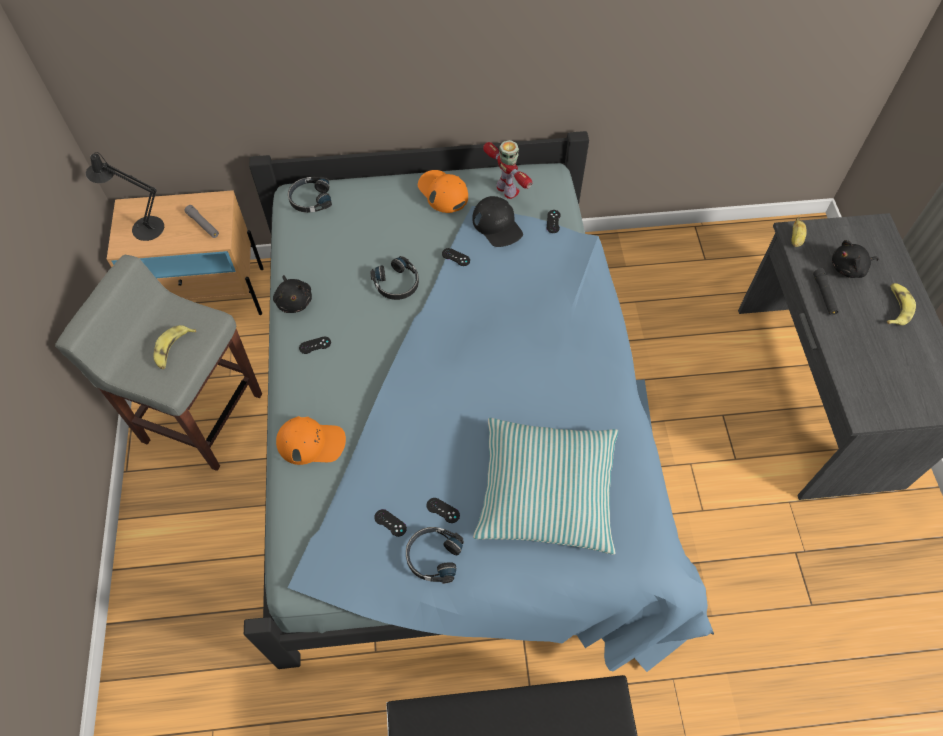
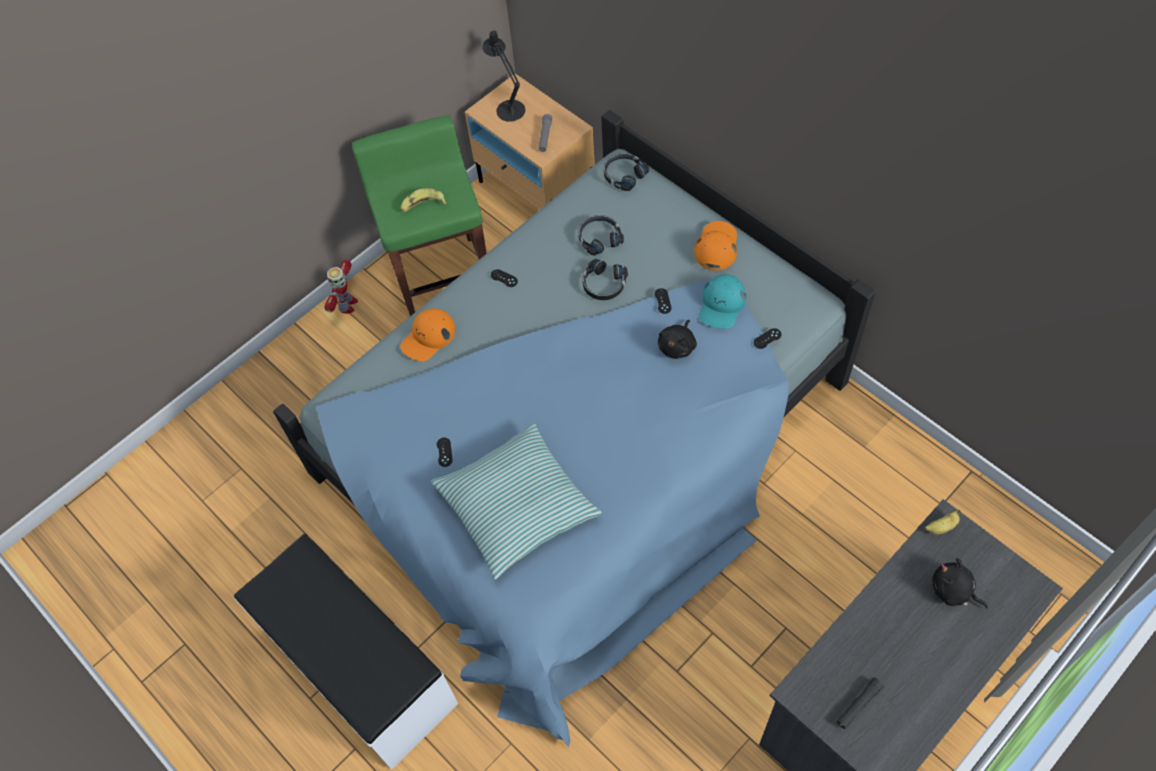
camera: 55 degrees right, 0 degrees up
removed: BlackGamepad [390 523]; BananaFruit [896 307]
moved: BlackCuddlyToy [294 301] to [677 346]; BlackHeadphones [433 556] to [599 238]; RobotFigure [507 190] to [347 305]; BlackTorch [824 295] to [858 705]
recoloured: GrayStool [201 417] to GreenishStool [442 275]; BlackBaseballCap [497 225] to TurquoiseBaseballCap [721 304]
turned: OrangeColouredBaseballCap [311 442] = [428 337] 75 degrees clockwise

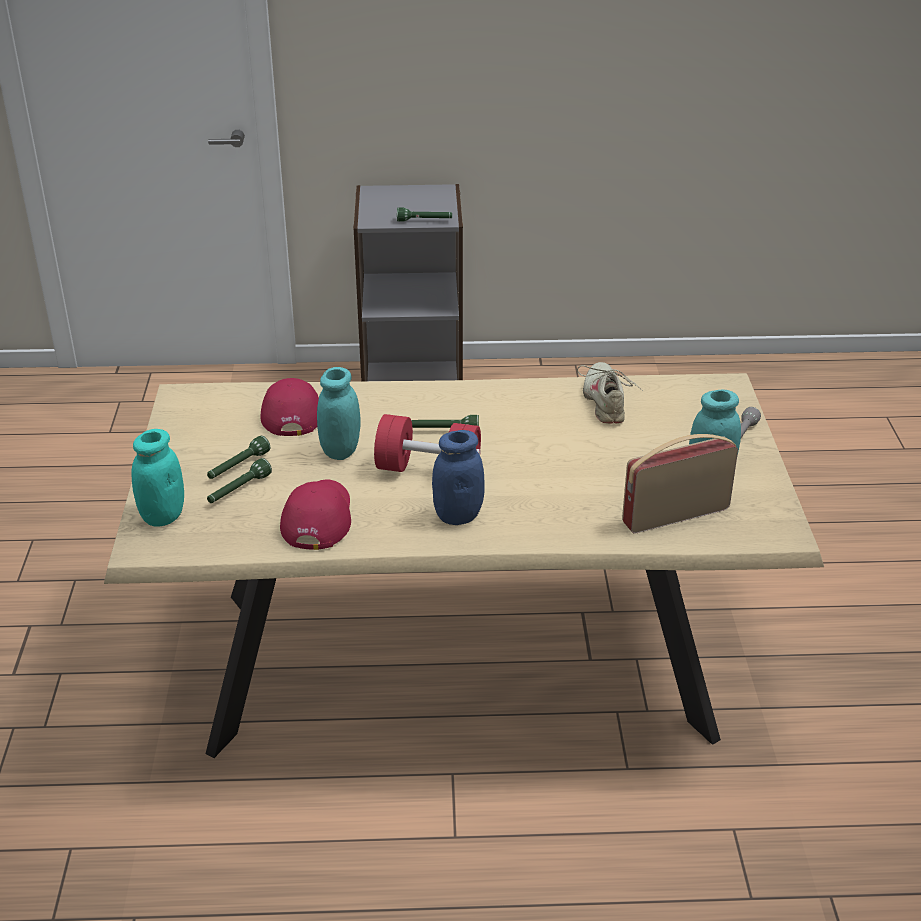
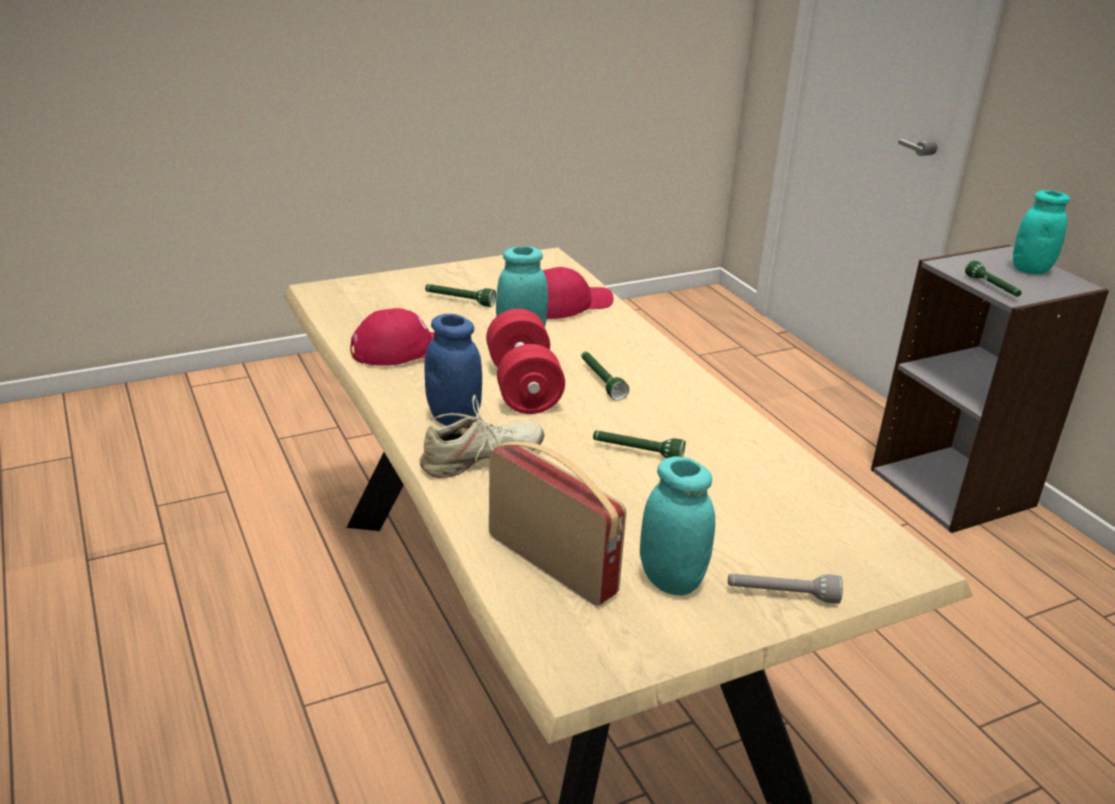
camera: 65 degrees right, 5 degrees down
moved: TurquoisePreserveJar [162 516] to [1030 269]; GreenishTorch [238 490] to [637 453]; SandColouredItemOfFootwear [606 401] to [481 460]

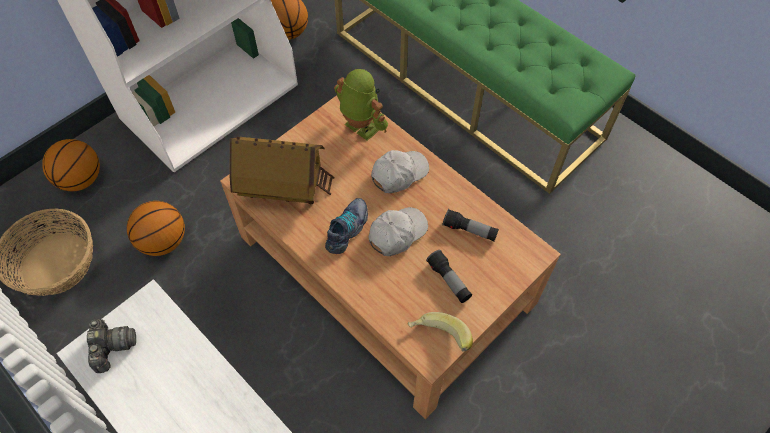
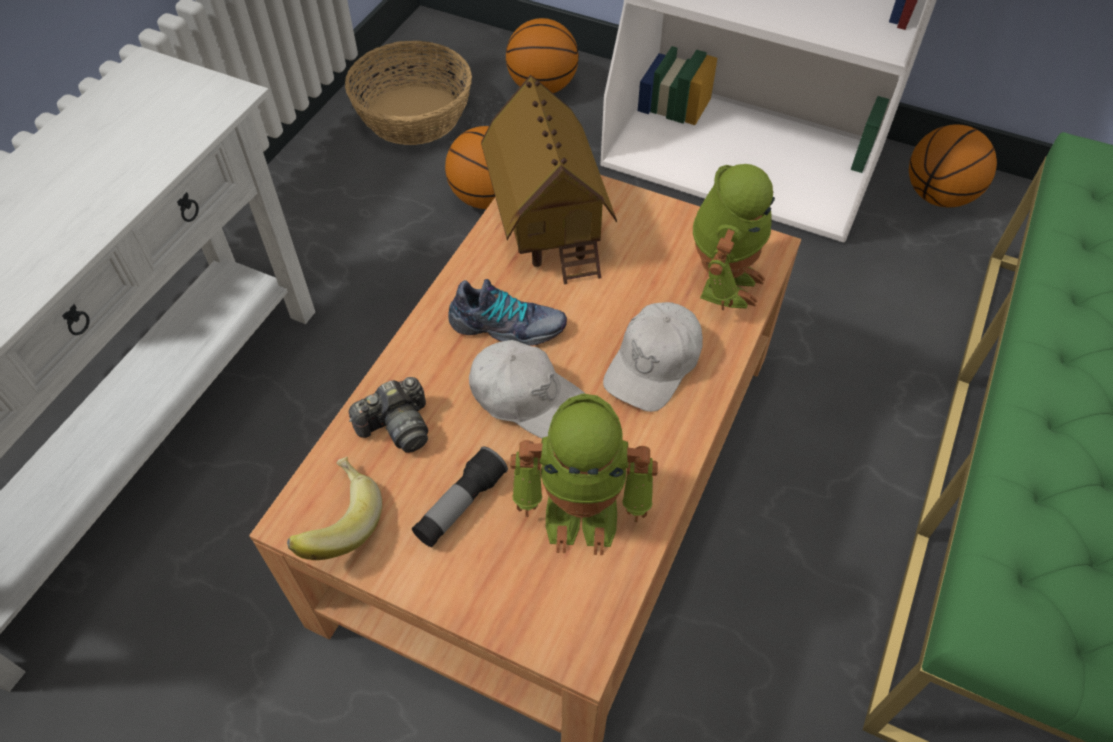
camera: 70 degrees right, 5 degrees down
moved: PhotoCamera [112 347] to [397 427]
replaced: Torch [469 230] to RobotFigure [582 511]
turned: WhitishBaseballCap [399 174] = [654 364] 90 degrees clockwise

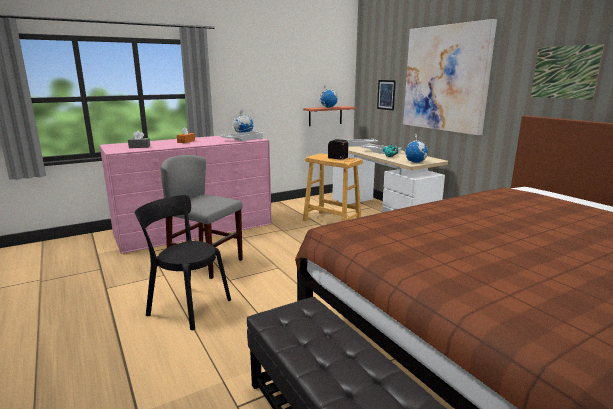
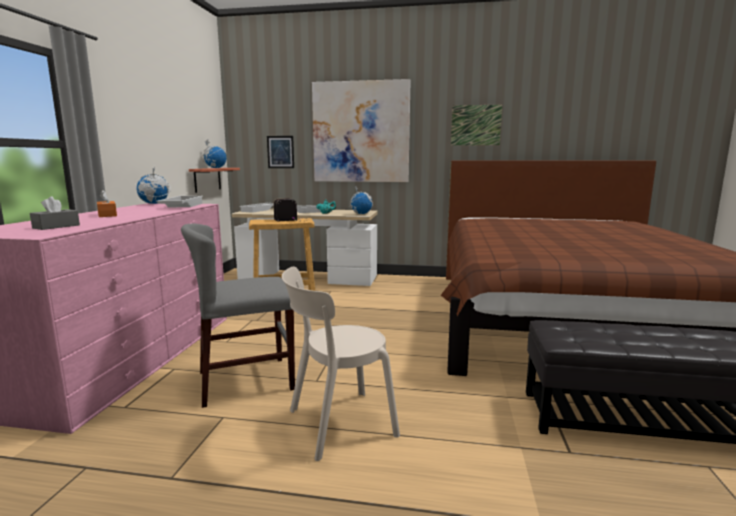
camera: 50 degrees left, 5 degrees down
recoloured: BlackChair [186 306] to SandColouredChair [336 424]

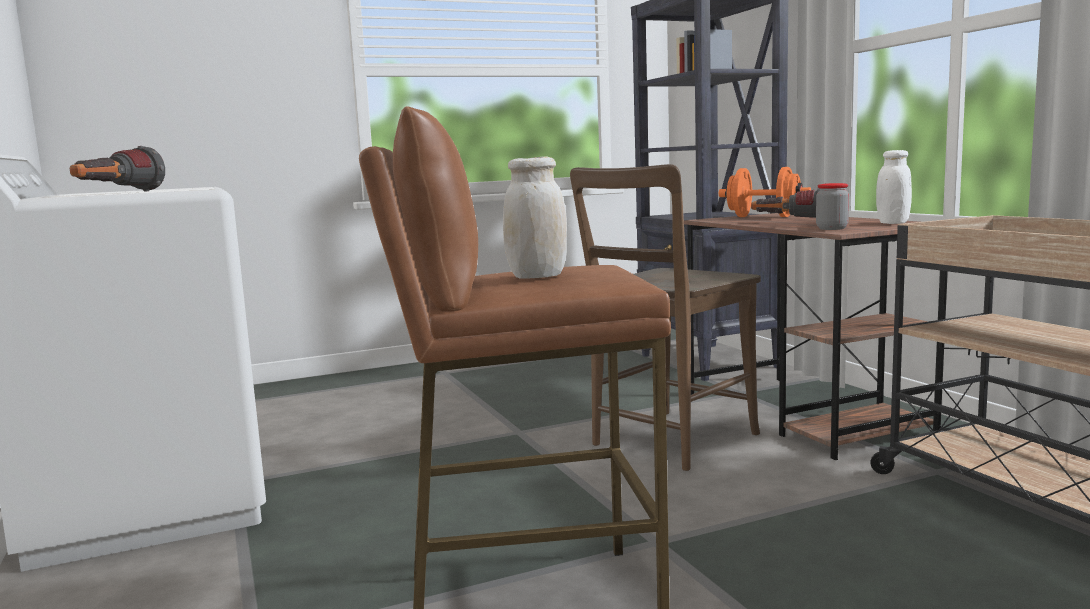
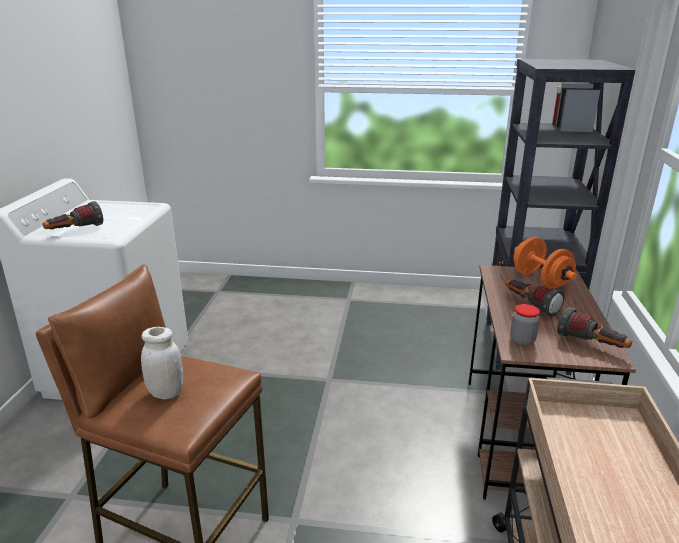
camera: 30 degrees right, 15 degrees up
removed: BrownColouredChair [669 442]
replaced: WhitishPreserveJar [892 223] to Torch [591 345]

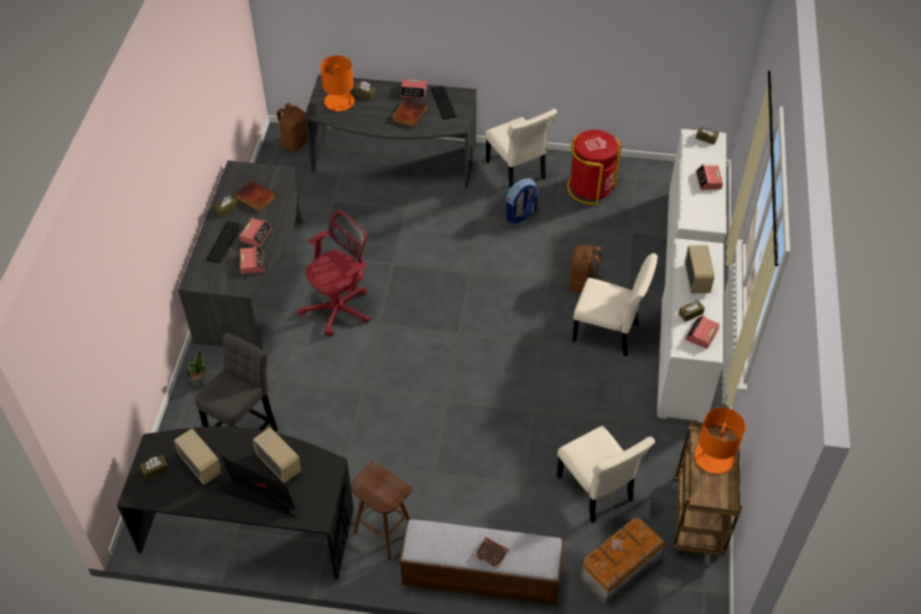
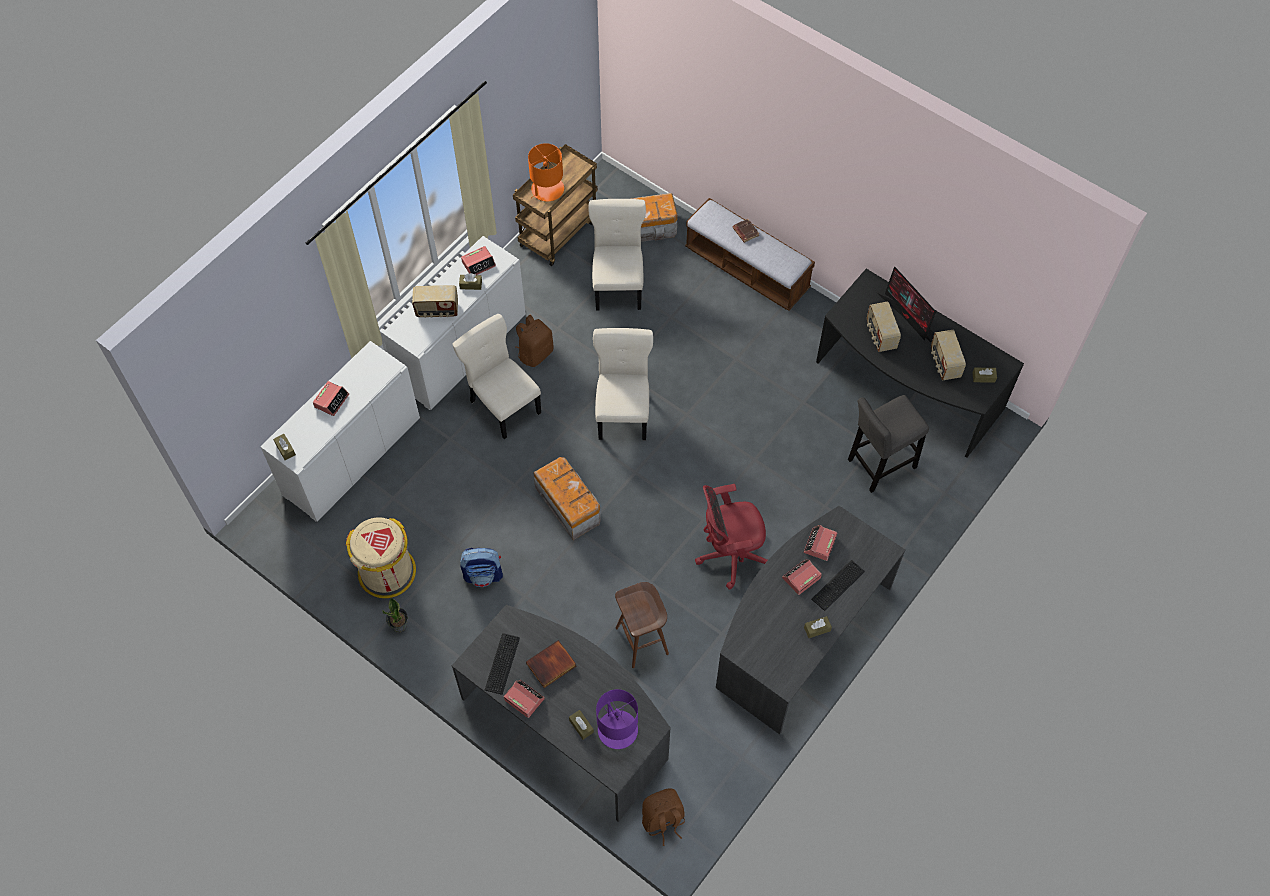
camera: 150 degrees left, 10 degrees up
removed: BoundBook [255 198]
added: StorageBox [568 504]
moved: PlantInAPot [199 382] to [399 625]; BrownColouredStool [383 532] to [642 641]; SandColouredChair [517 172] to [623 412]; BrownColouredRucksack [583 282] to [535 353]
recoloured: OrangeColouredLampForATable [340 102] to PurpleLampForATable [617 729]; RedColouredRubbishBin [590 187] to SandColouredRubbishBin [387 572]
turned: RadioSet [697 279] = [437 310] 120 degrees counterclockwise

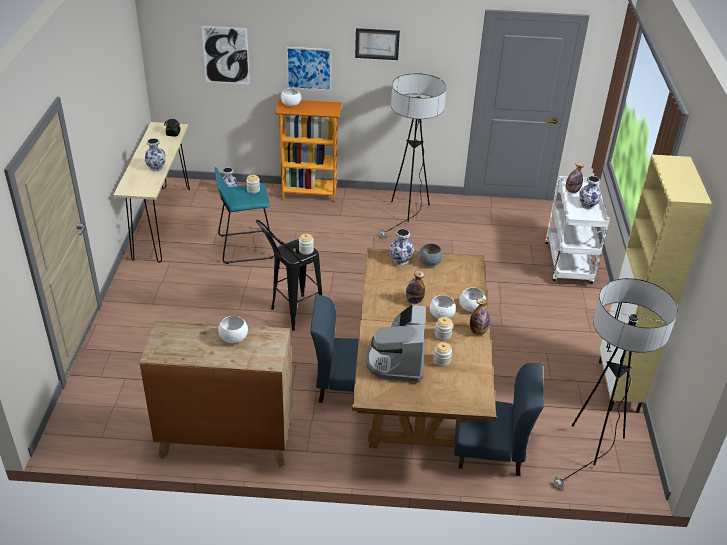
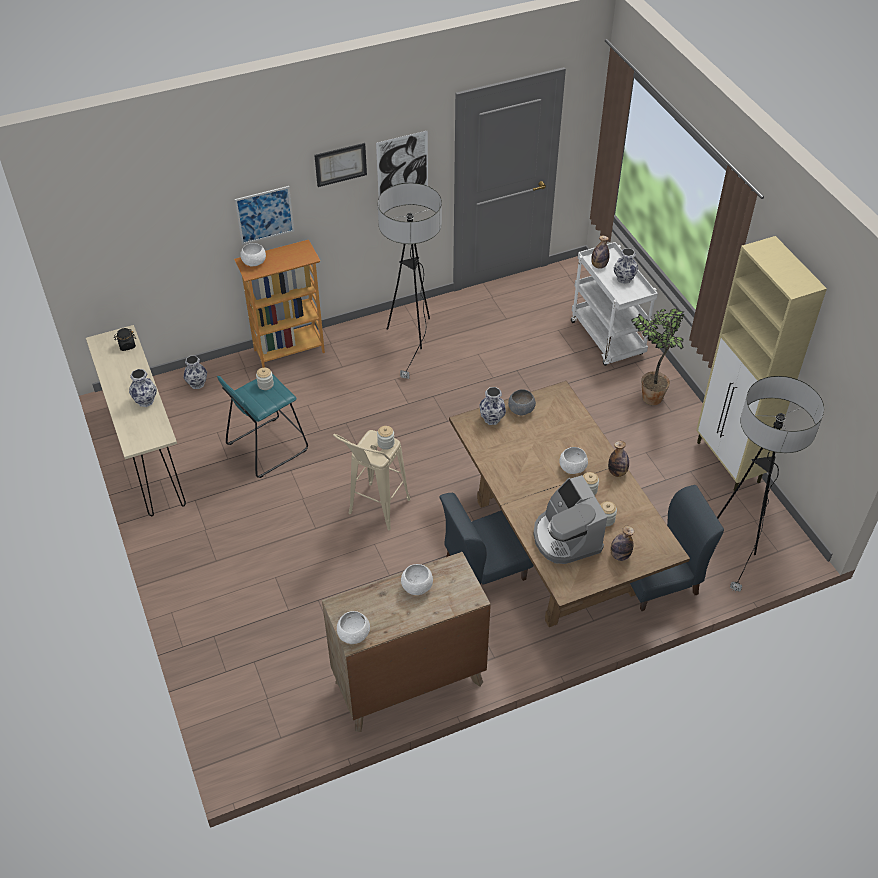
camera: 25 degrees left, 10 degrees up
added: PlantInAPot [650 395]
moved: Picture [226 55] to [402 167]; BeverageBottle [414 301] to [619 555]; WhitishBowl [471 307] to [353 634]
recoloured: BlackStool [290 316] to SandColouredStool [374 513]

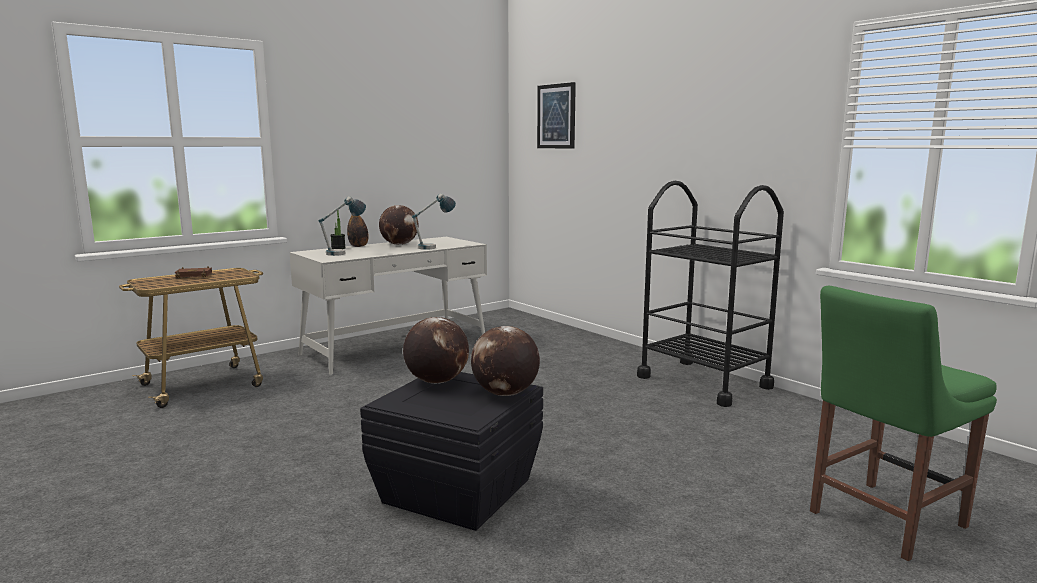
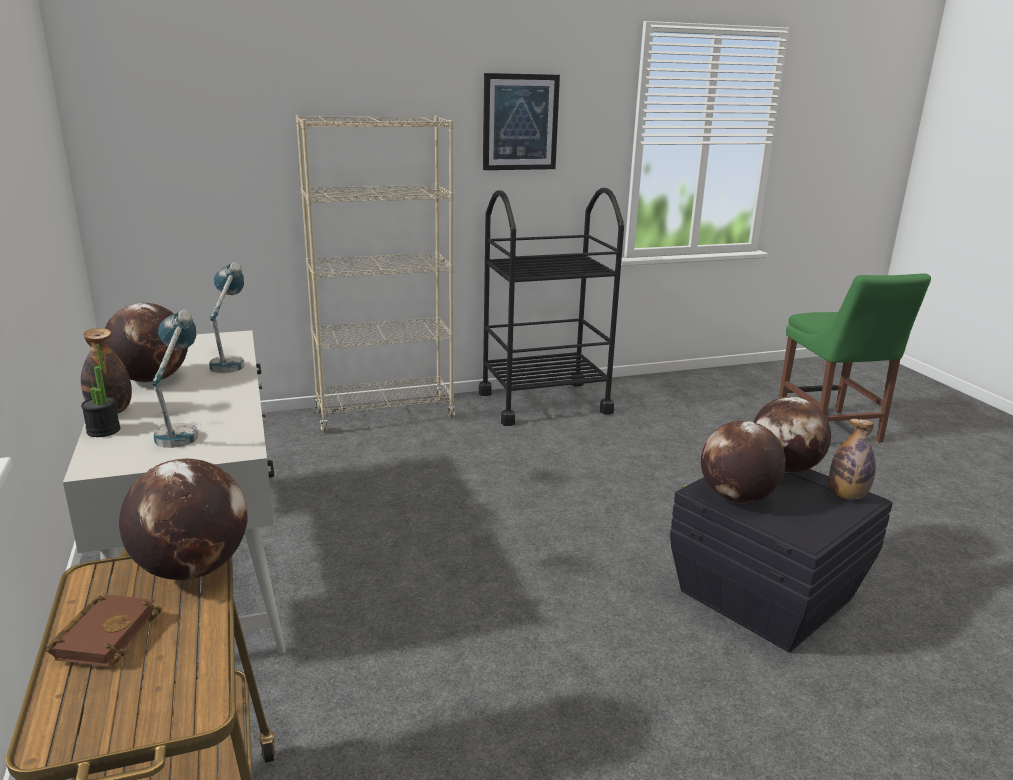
camera: 70 degrees left, 10 degrees up
added: WorldGlobe [192 569]; SandColouredShelvingUnit [385 415]; BeverageBottle [847 495]
moved: Picture [556 116] to [520 122]

